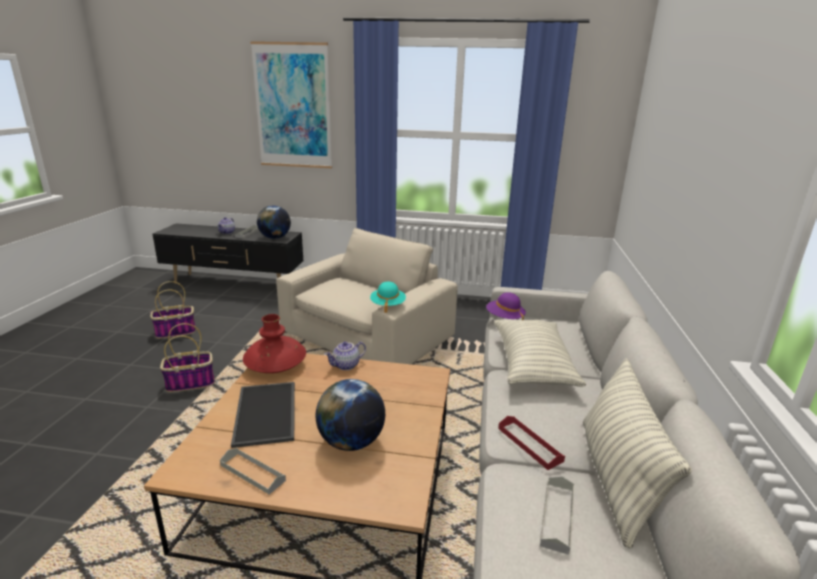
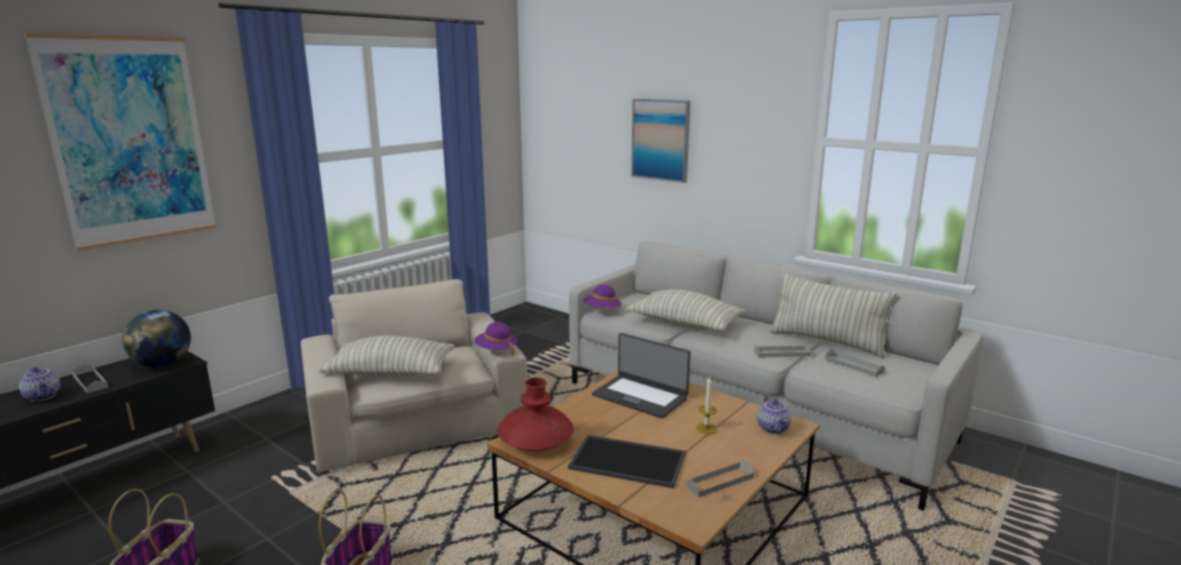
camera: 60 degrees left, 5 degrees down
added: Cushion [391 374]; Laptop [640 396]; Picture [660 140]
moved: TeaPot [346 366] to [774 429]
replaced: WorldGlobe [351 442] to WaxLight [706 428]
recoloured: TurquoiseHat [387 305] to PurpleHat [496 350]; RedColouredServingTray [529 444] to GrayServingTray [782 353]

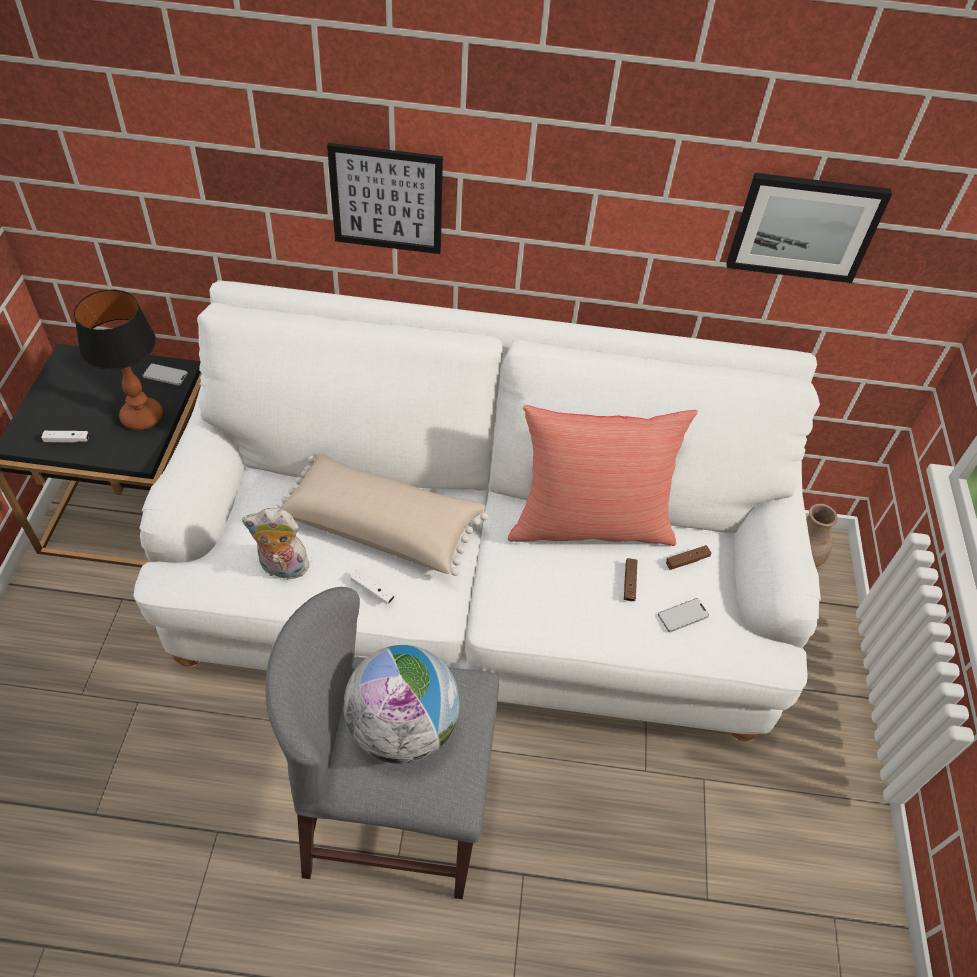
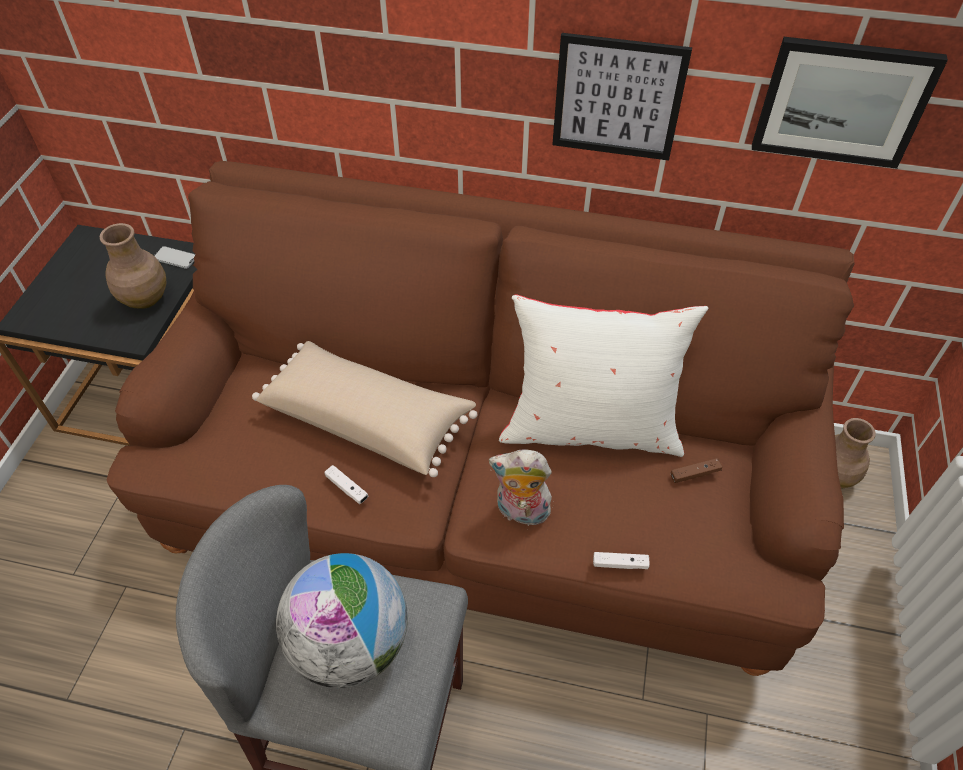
camera: 10 degrees right, 0 degrees up
removed: BrownColouredGamepad [629 583]; Telephone [683 616]
moved: WhitishGamepad [67 440] to [620 564]; CuddlyToy [282 568] to [520 512]; Picture [386 199] to [618 98]
replaced: LampForATable [141 417] to BrownColouredFlowerVase [144 299]
recoloured: WhitishCouch [478 598] to BrownColouredCouch [481 499]; RedColouredCushion [590 523] to WhitishCushion [590 427]

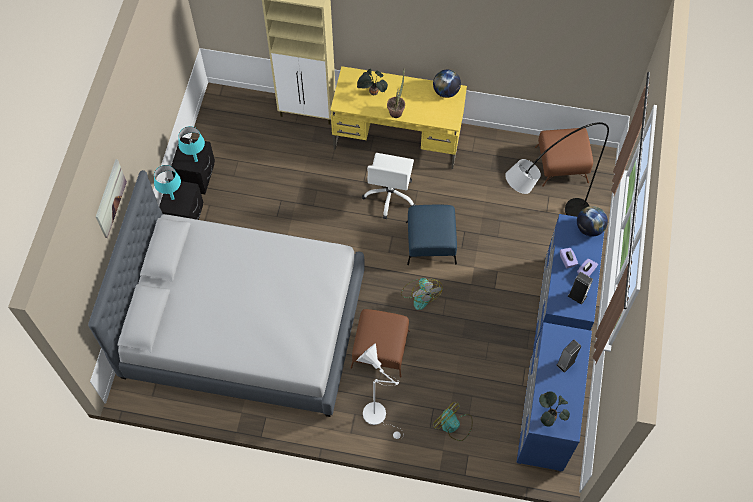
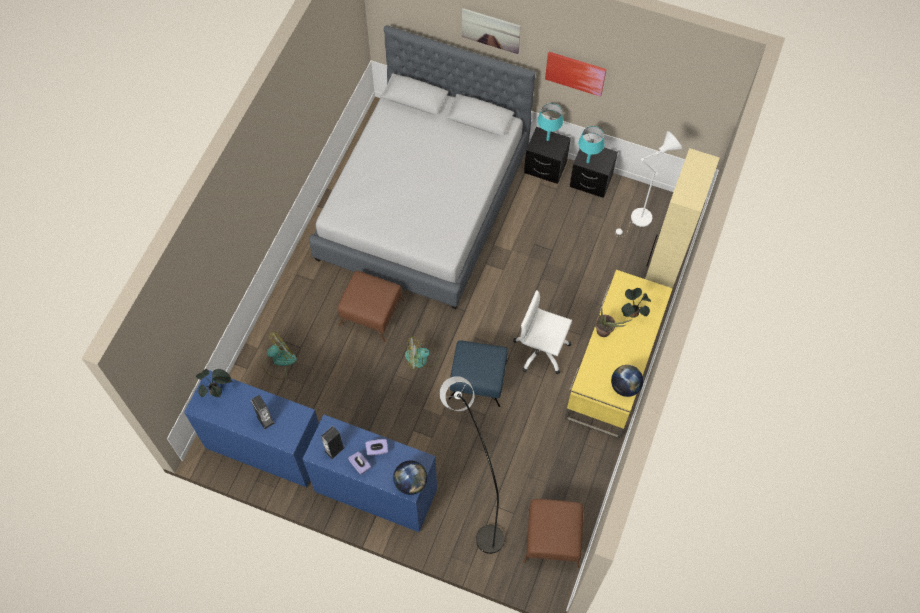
camera: 100 degrees right, 0 degrees up
added: Picture [575 73]
moved: WhitishStandardLamp [378 416] to [638 220]

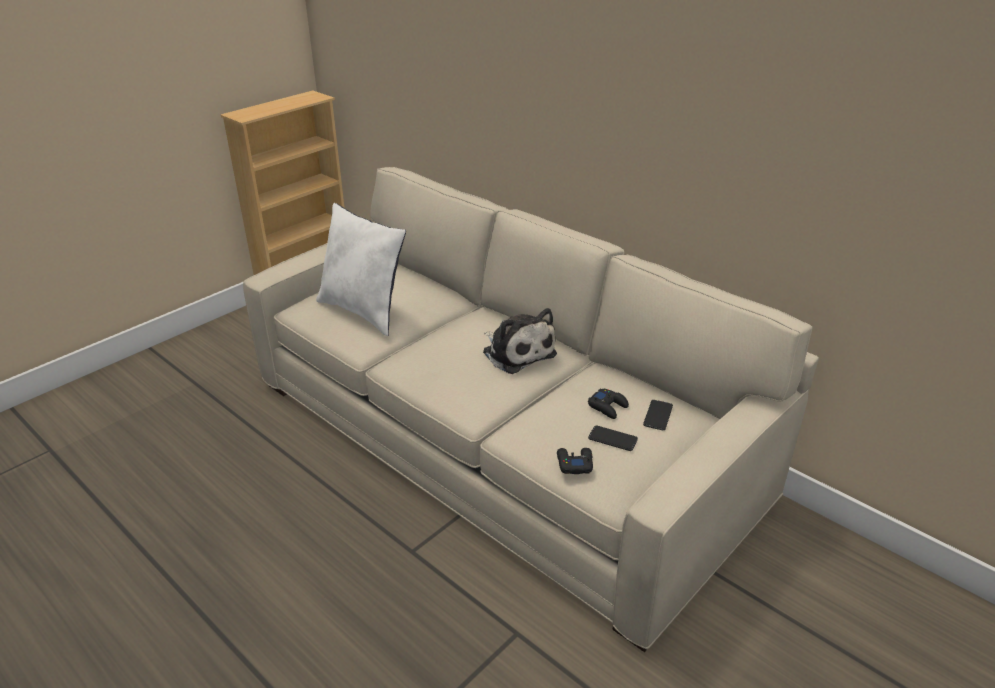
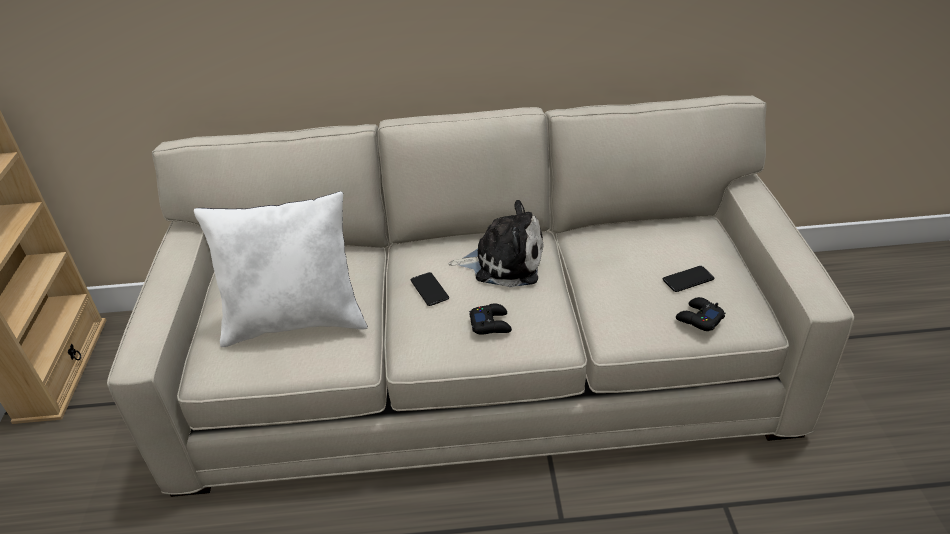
camera: 45 degrees left, 5 degrees up
moved: BlackGamepad [608 407] to [491 324]; Telephone [658 415] to [429 289]

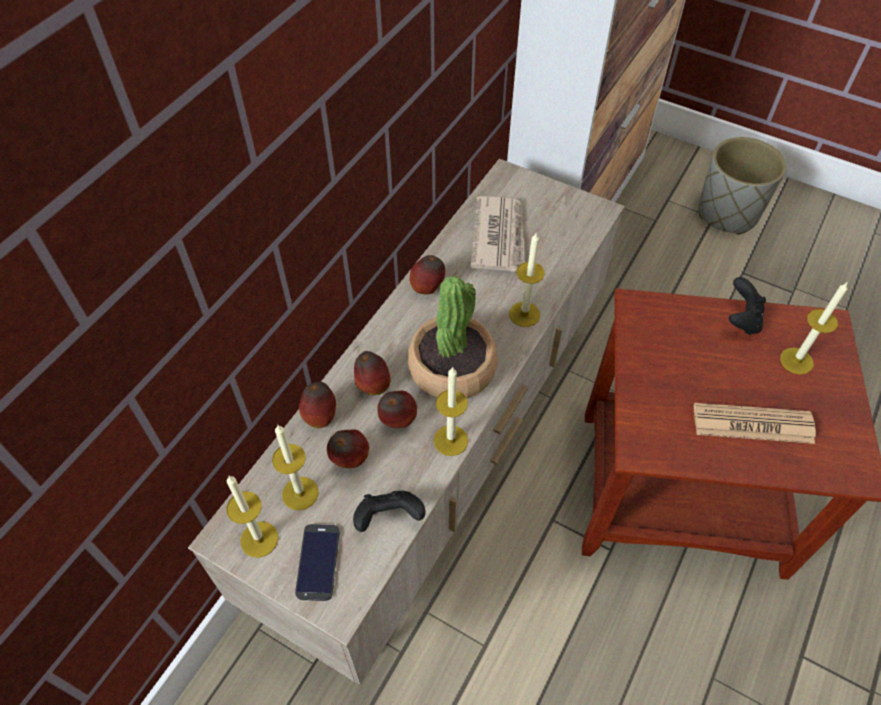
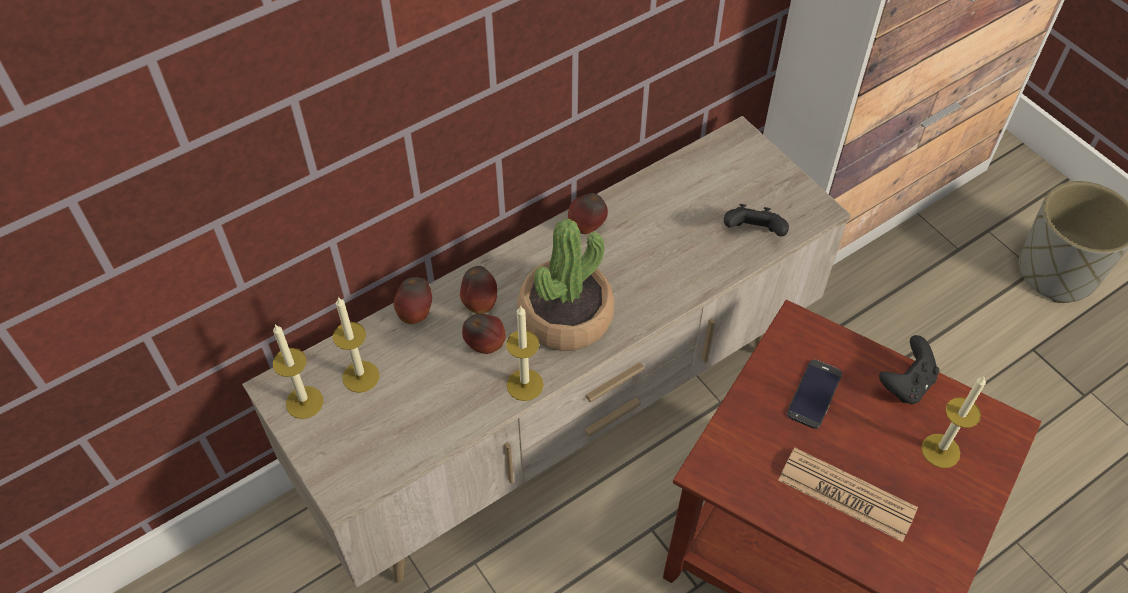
camera: 25 degrees right, 0 degrees up
removed: AppleFruit [350 459]; Newspaper [499 236]; WaxLight [524 314]
moved: Telephone [318 562] to [814 394]; BlackGamepad [389 518] to [753 233]

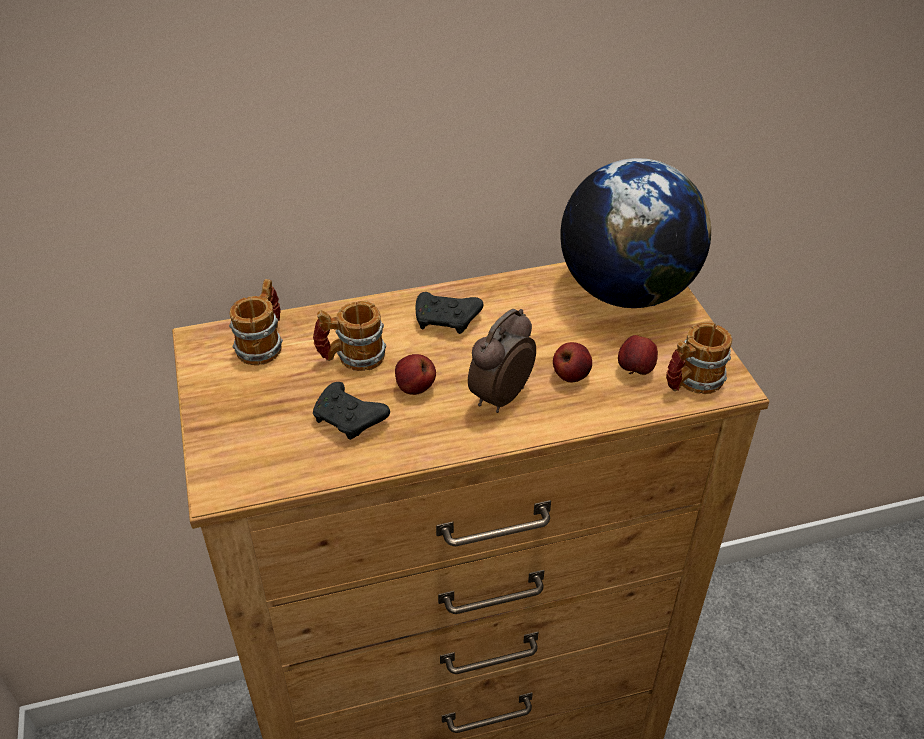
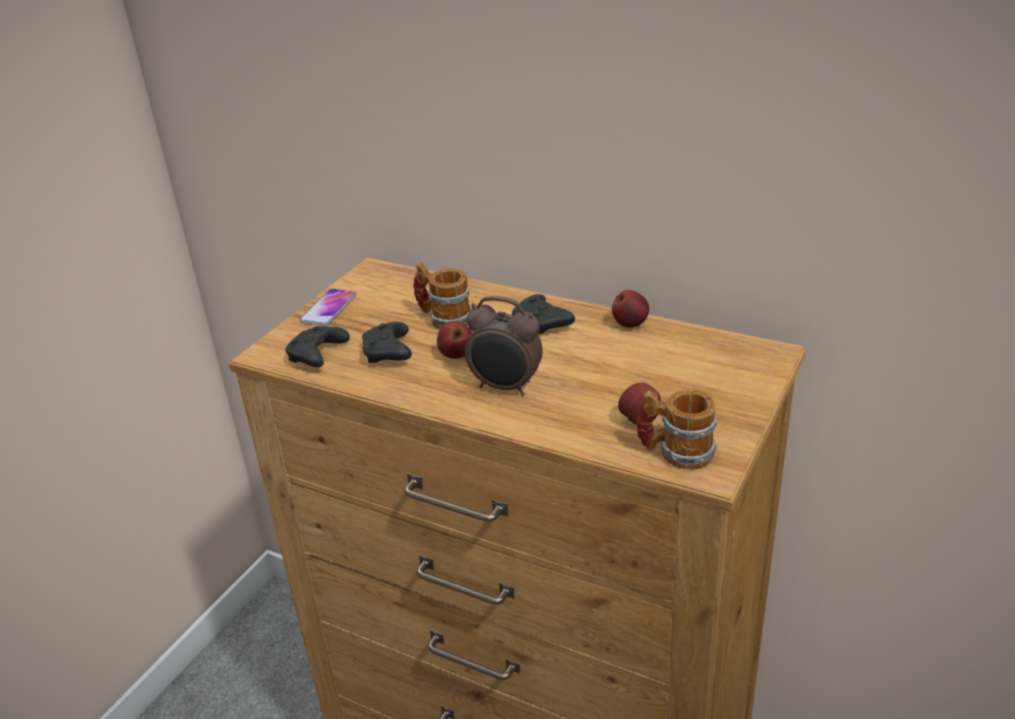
camera: 45 degrees right, 10 degrees down
removed: TeaMug [264 344]; WorldGlobe [626 291]
added: BlackGamepad [317 356]; Telephone [329 308]
moved: AppleFruit [570 376] to [630 324]
turned: AlarmClock [499 397] = [505 387] 150 degrees counterclockwise

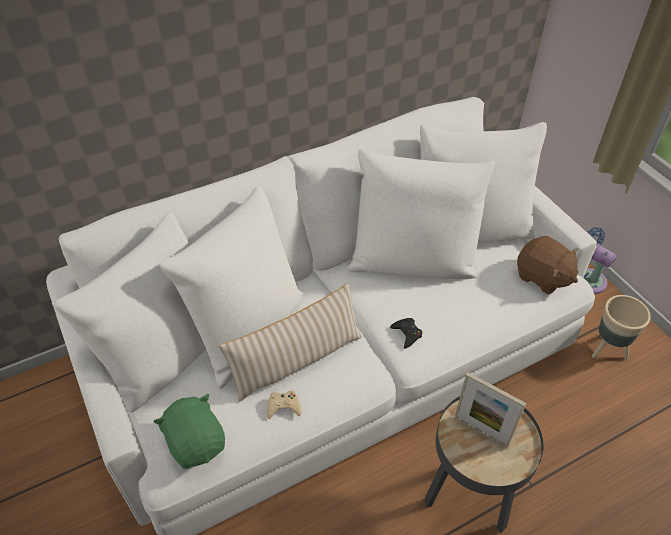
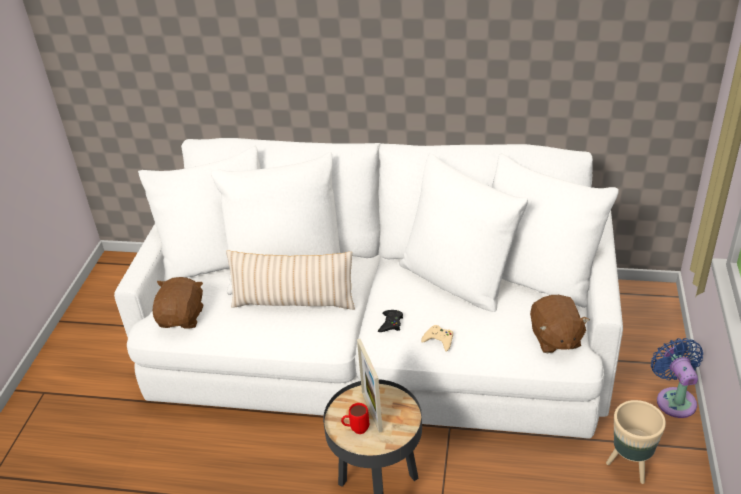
camera: 40 degrees right, 10 degrees down
added: RedColouredTeaMug [356 429]
moved: SandColouredGamepad [283 406] to [439 340]
recoloured: GreenishCuddlyToy [196 442] to BrownColouredCuddlyToy [182 317]

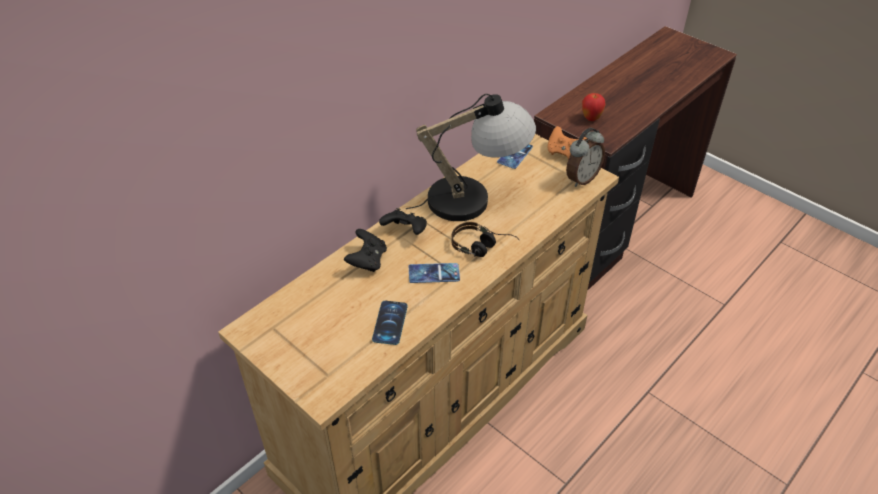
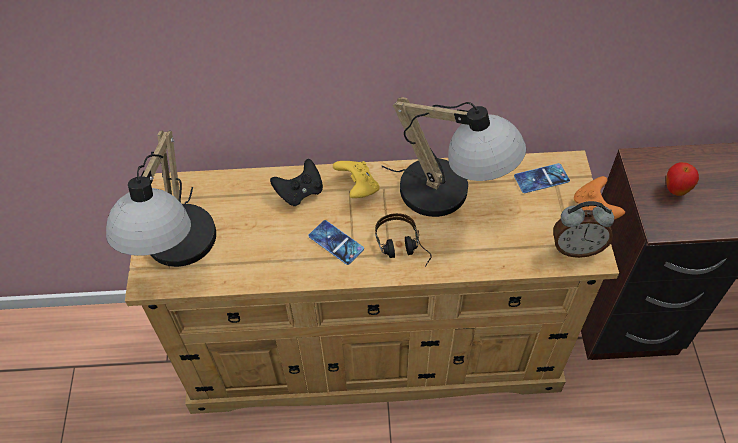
camera: 45 degrees right, 10 degrees up
removed: Telephone [390 323]
added: LampForATable [177 254]
recoloured: BlackGamepad [405 231] to YellowishGamepad [357 187]

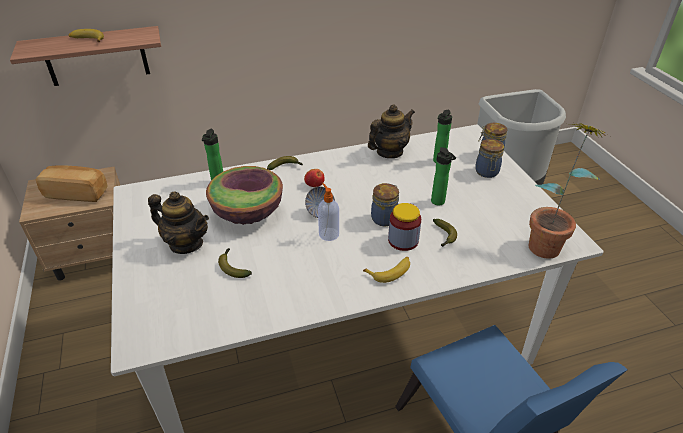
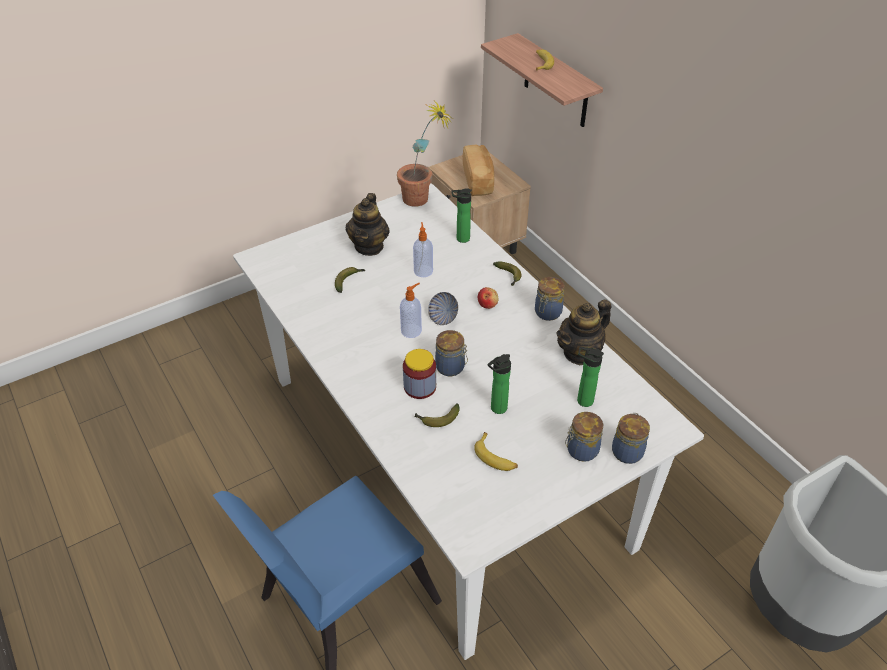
camera: 75 degrees right, 5 degrees up
added: PreserveJar [547 313]
moved: BananaFruit [390 271] to [496 457]; PlantInAPot [548 242] to [423 200]
replaced: Bowl [248 213] to LiquidSoapBottle [423 270]
turned: TeaPot [389 152] = [580 353] 105 degrees clockwise

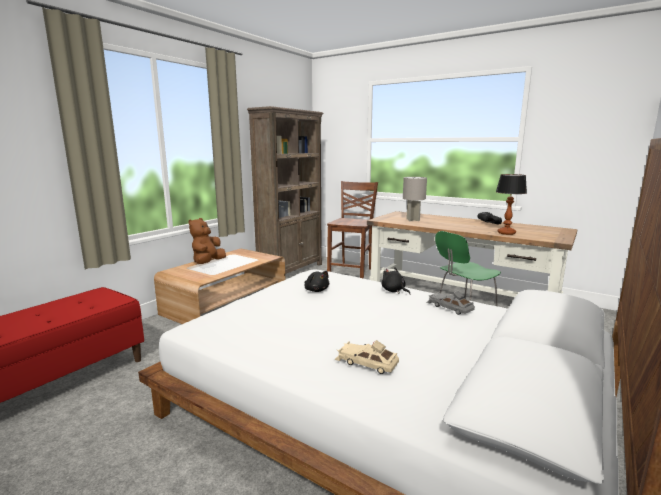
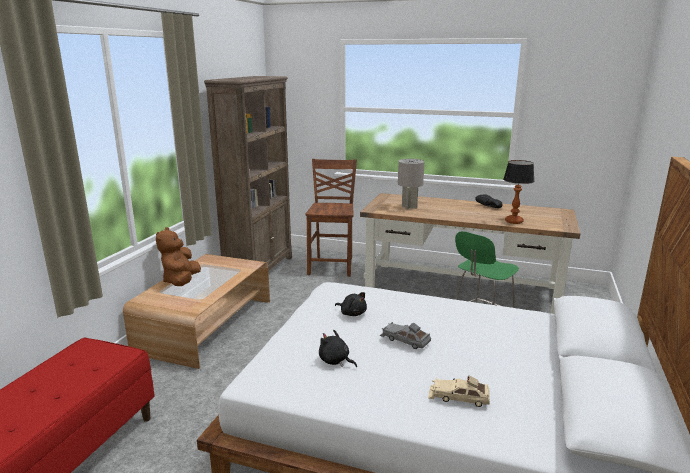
camera: 15 degrees left, 5 degrees up
moved: BlackCuddlyToy [394 291] to [335 361]; GrayModelCar [449 307] to [404 340]

